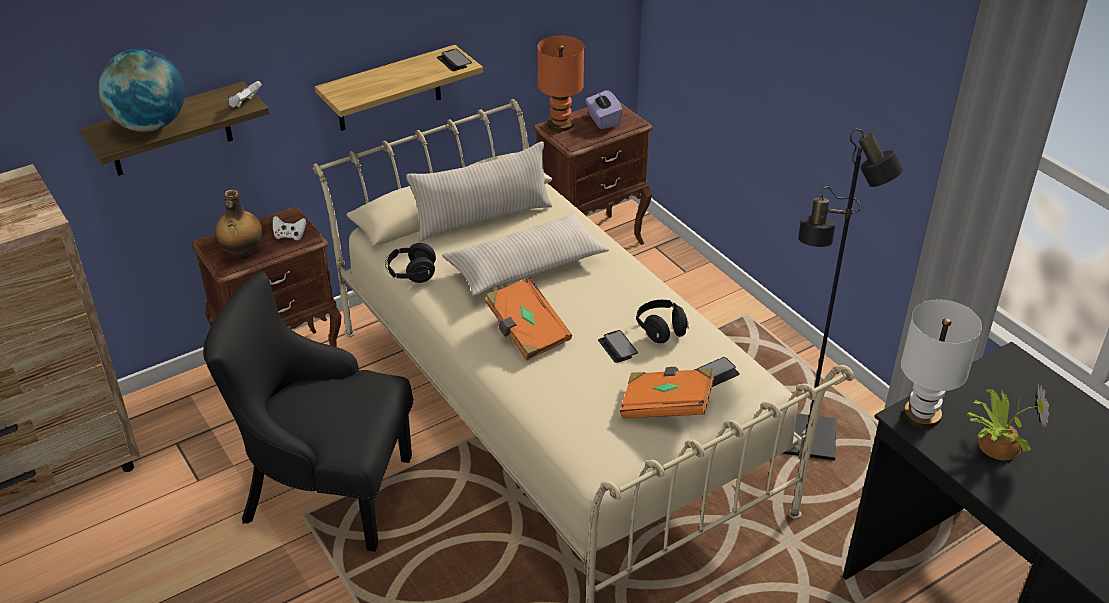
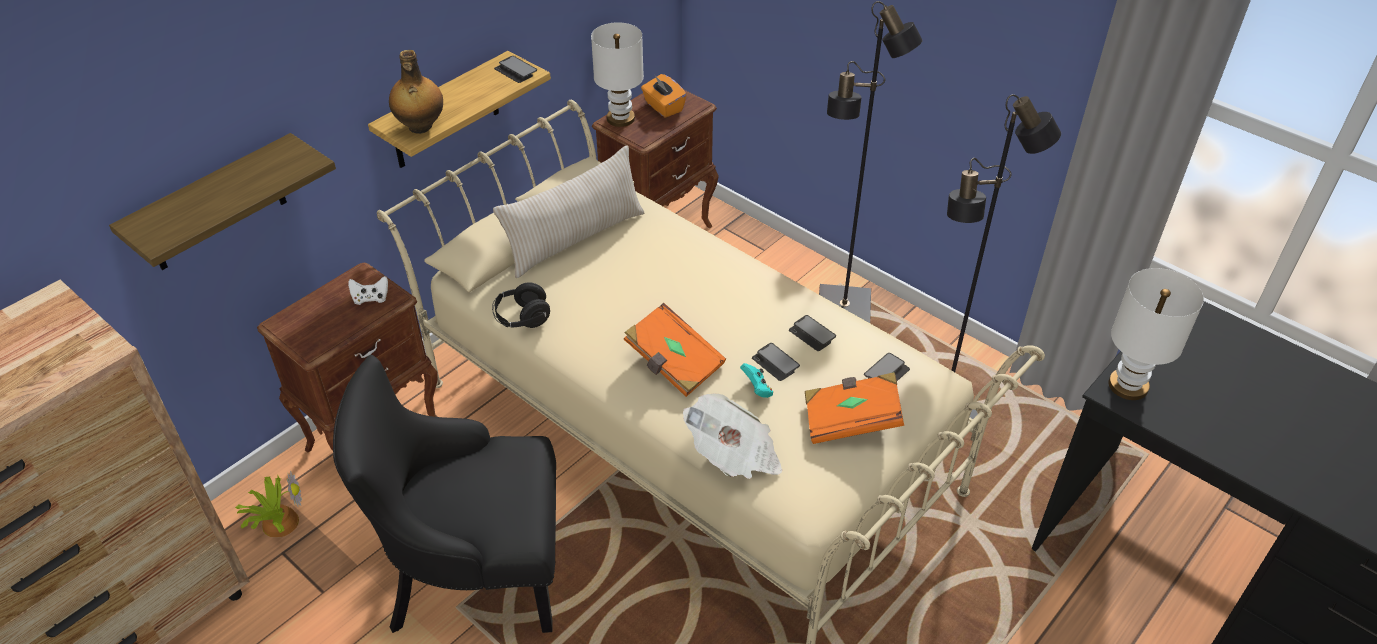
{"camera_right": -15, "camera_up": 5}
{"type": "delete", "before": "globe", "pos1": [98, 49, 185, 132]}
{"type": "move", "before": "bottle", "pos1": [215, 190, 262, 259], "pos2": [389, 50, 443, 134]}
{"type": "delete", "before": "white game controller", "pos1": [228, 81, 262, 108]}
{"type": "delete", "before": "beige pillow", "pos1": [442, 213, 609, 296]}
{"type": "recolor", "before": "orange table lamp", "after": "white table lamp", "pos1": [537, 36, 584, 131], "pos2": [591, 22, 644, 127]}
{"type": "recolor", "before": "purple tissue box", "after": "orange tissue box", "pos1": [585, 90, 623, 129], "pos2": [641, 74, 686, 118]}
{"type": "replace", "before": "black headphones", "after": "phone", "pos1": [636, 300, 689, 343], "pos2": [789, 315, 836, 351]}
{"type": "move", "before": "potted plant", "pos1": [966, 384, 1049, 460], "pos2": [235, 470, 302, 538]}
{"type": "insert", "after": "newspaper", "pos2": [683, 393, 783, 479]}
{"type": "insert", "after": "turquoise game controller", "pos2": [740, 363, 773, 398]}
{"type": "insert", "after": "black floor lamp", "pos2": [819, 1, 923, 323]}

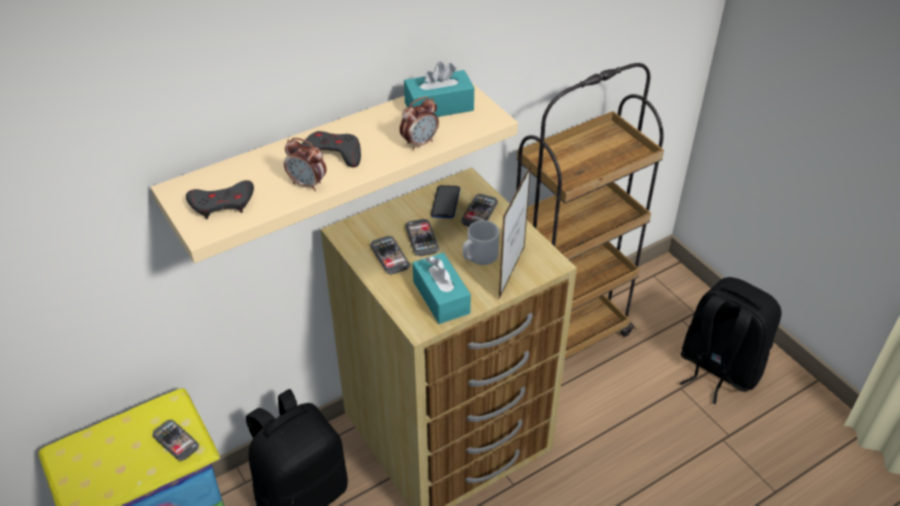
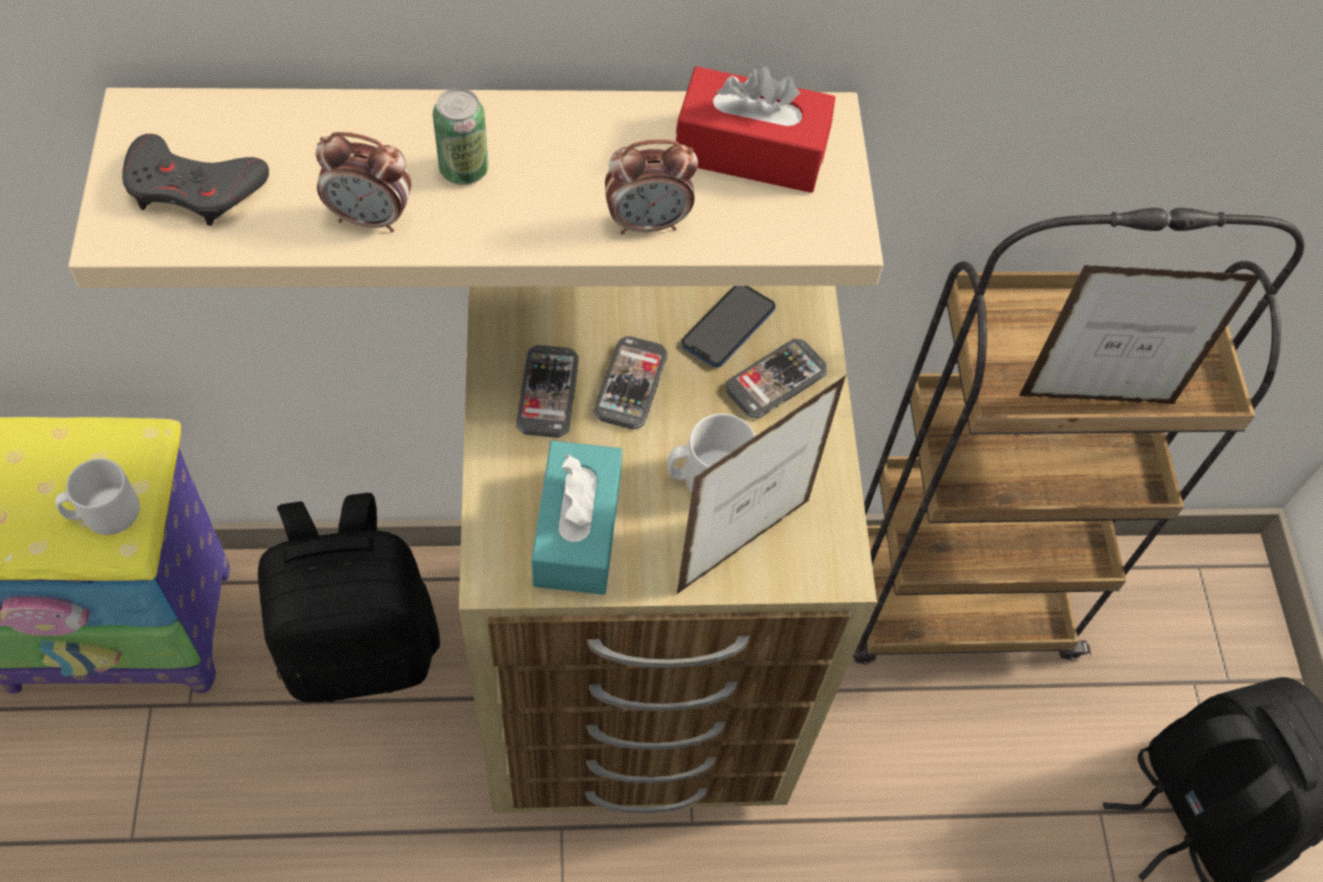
{"camera_right": 25, "camera_up": 15}
{"type": "replace", "before": "phone", "after": "grey mug", "pos1": [152, 420, 199, 461], "pos2": [55, 458, 140, 535]}
{"type": "rotate", "before": "alarm clock", "pos1": [284, 138, 327, 191], "pos2": [315, 132, 411, 232], "turn": -45}
{"type": "replace", "before": "grey game controller", "after": "can", "pos1": [301, 131, 361, 167], "pos2": [433, 88, 488, 185]}
{"type": "recolor", "before": "turquoise tissue box", "after": "red tissue box", "pos1": [404, 61, 474, 117], "pos2": [676, 65, 835, 193]}
{"type": "insert", "after": "picture frame", "pos2": [1019, 265, 1262, 404]}

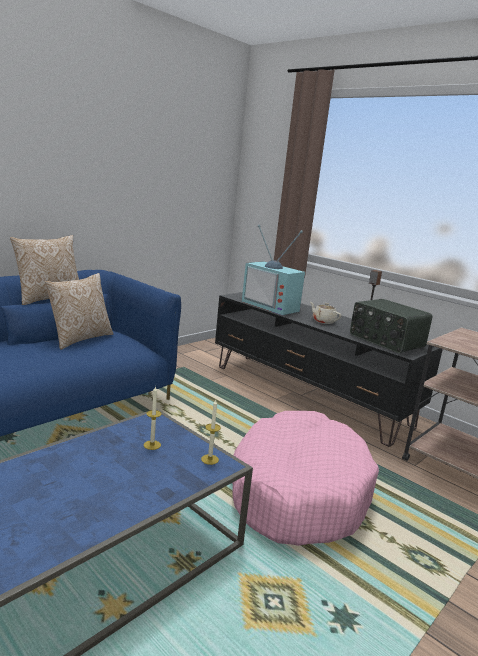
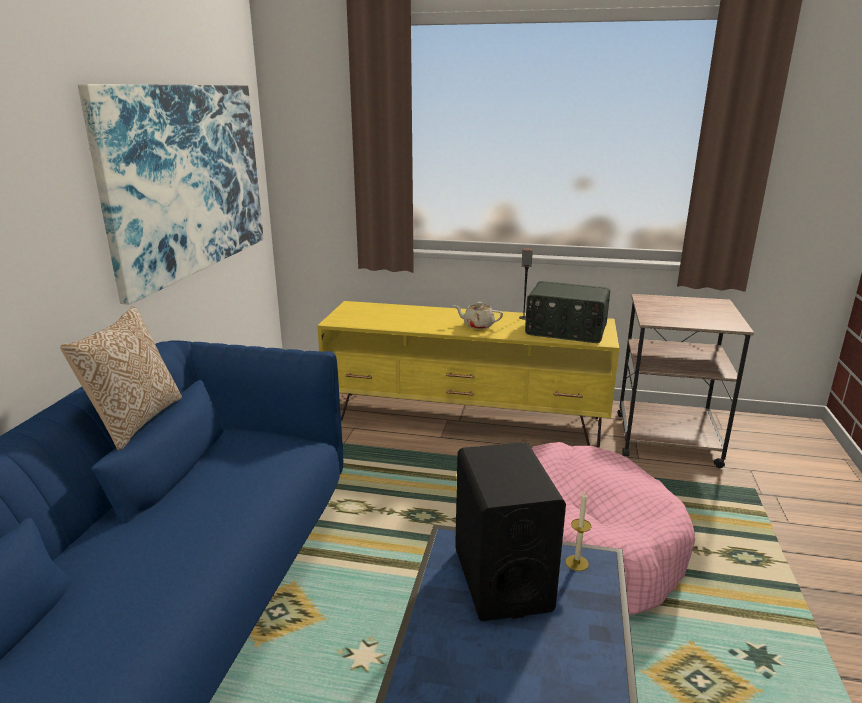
{"camera_right": -30, "camera_up": 5}
{"type": "delete", "before": "pillow", "pos1": [45, 273, 113, 350]}
{"type": "replace", "before": "candle", "after": "black speaker", "pos1": [144, 386, 162, 450], "pos2": [455, 442, 566, 621]}
{"type": "recolor", "before": "black tv stand", "after": "yellow tv stand", "pos1": [215, 292, 443, 447], "pos2": [317, 301, 619, 448]}
{"type": "delete", "before": "television", "pos1": [242, 225, 305, 315]}
{"type": "insert", "after": "picture", "pos2": [78, 84, 264, 305]}

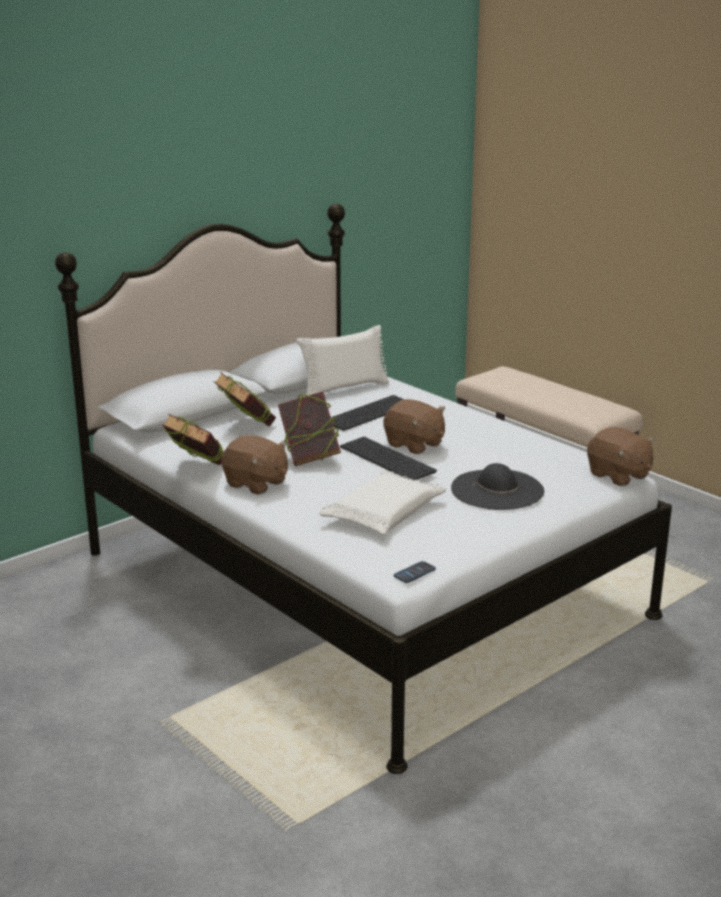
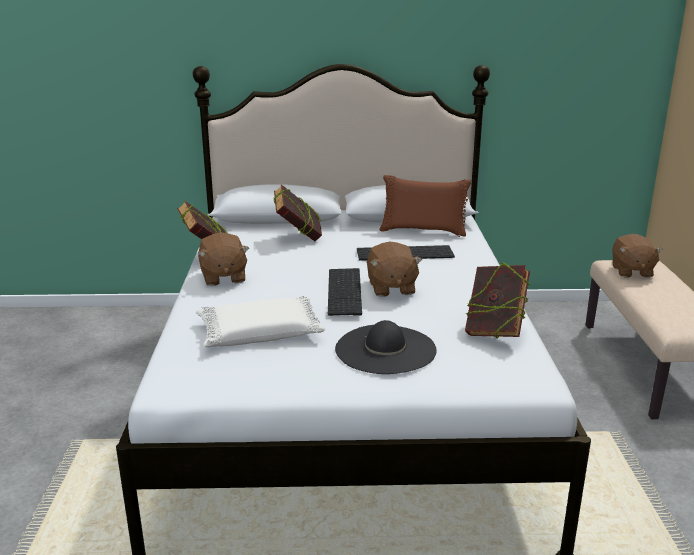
{"camera_right": 40, "camera_up": 0}
{"type": "move", "before": "book", "pos1": [278, 391, 341, 466], "pos2": [465, 262, 530, 338]}
{"type": "recolor", "before": "white pillow", "after": "brown pillow", "pos1": [296, 325, 389, 395], "pos2": [380, 175, 471, 237]}
{"type": "delete", "before": "phone", "pos1": [394, 561, 436, 583]}
{"type": "move", "before": "brown plush toy", "pos1": [587, 427, 655, 486], "pos2": [612, 234, 663, 278]}

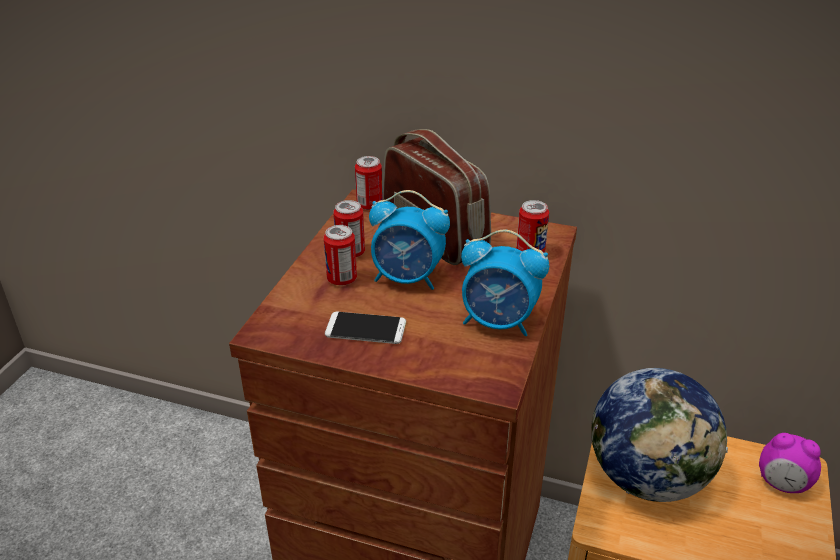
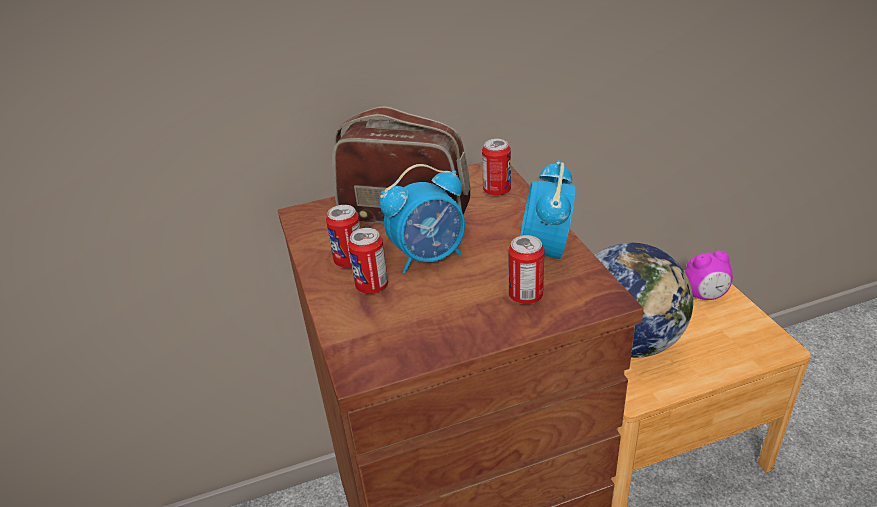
{"camera_right": -35, "camera_up": 0}
{"type": "delete", "before": "phone", "pos1": [325, 312, 406, 344]}
{"type": "move", "before": "can", "pos1": [355, 156, 383, 210], "pos2": [508, 235, 544, 304]}
{"type": "rotate", "before": "alarm clock", "pos1": [461, 230, 549, 336], "pos2": [520, 160, 575, 259], "turn": 120}

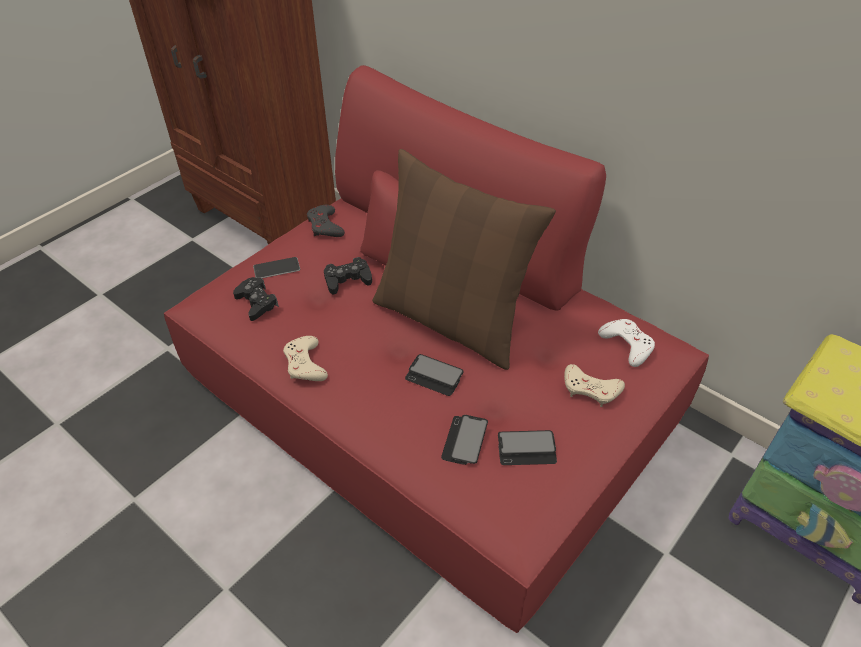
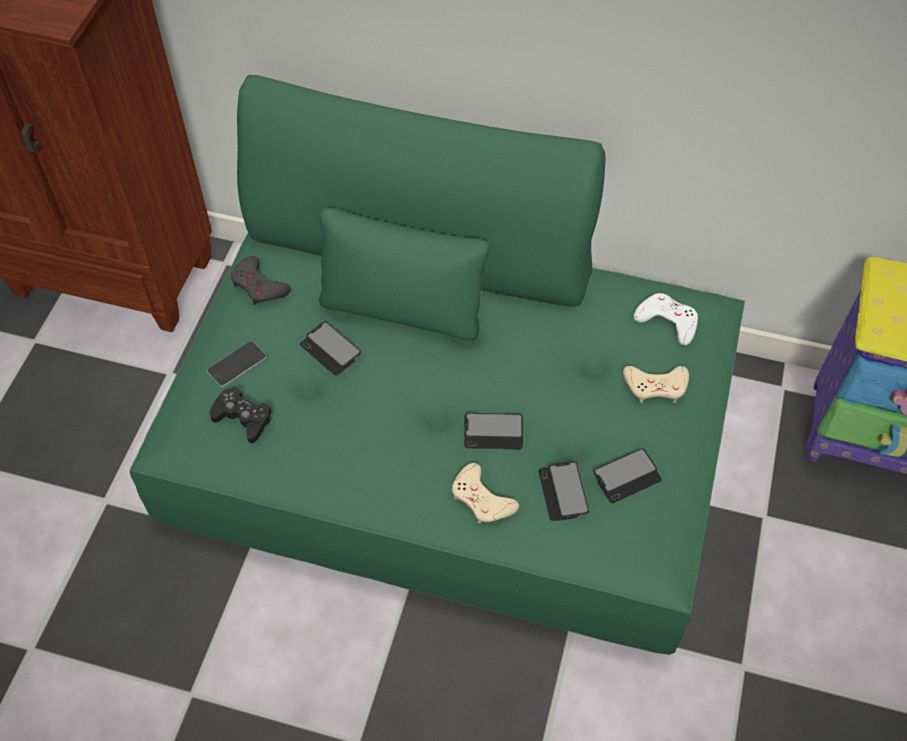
{"camera_right": -25, "camera_up": 10}
{"type": "recolor", "before": "red sofa", "after": "green sofa", "pos1": [164, 65, 709, 633], "pos2": [130, 75, 745, 655]}
{"type": "move", "before": "beige game controller", "pos1": [283, 336, 328, 381], "pos2": [452, 463, 519, 524]}
{"type": "replace", "before": "black game controller", "after": "phone", "pos1": [324, 257, 372, 294], "pos2": [300, 321, 361, 375]}
{"type": "delete", "before": "brown pillow", "pos1": [372, 149, 556, 370]}

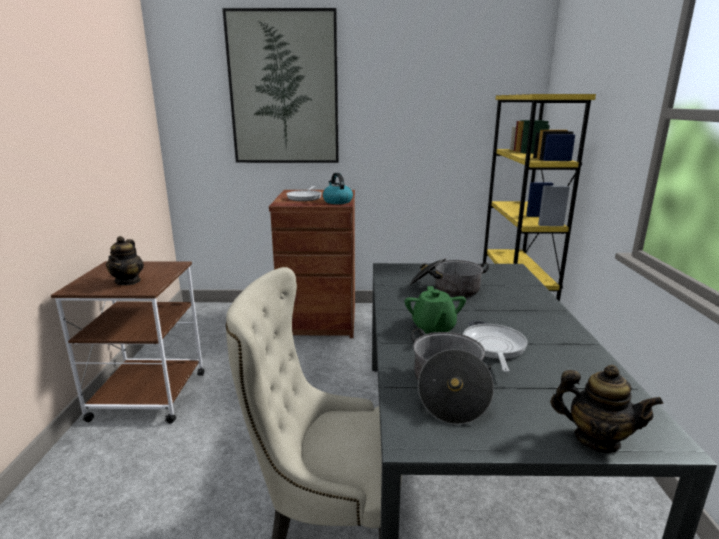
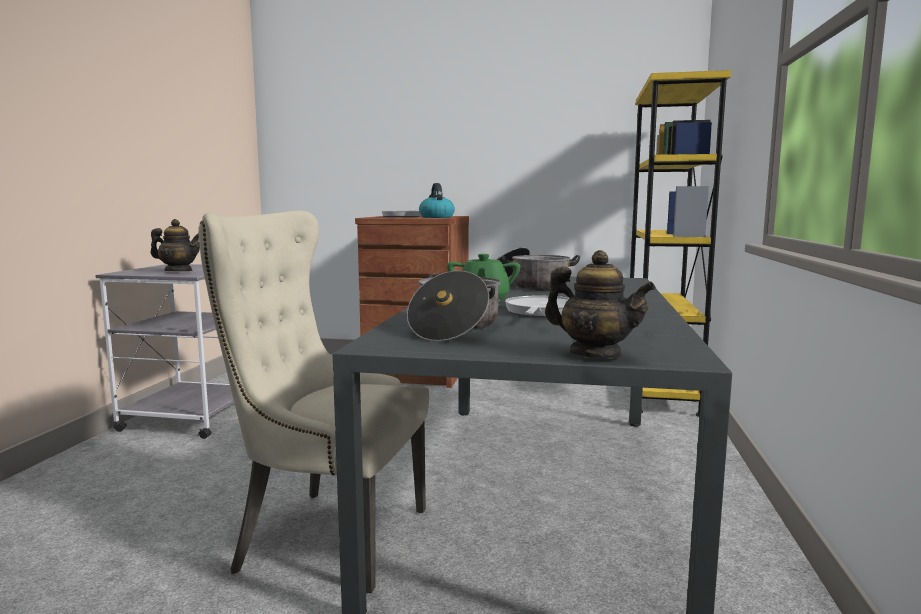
{"camera_right": 10, "camera_up": -10}
{"type": "recolor", "before": "brown cart", "after": "grey cart", "pos1": [51, 261, 204, 424], "pos2": [95, 264, 234, 439]}
{"type": "rotate", "before": "teapot", "pos1": [106, 236, 144, 285], "pos2": [150, 219, 200, 271], "turn": -90}
{"type": "delete", "before": "picture", "pos1": [222, 8, 339, 163]}

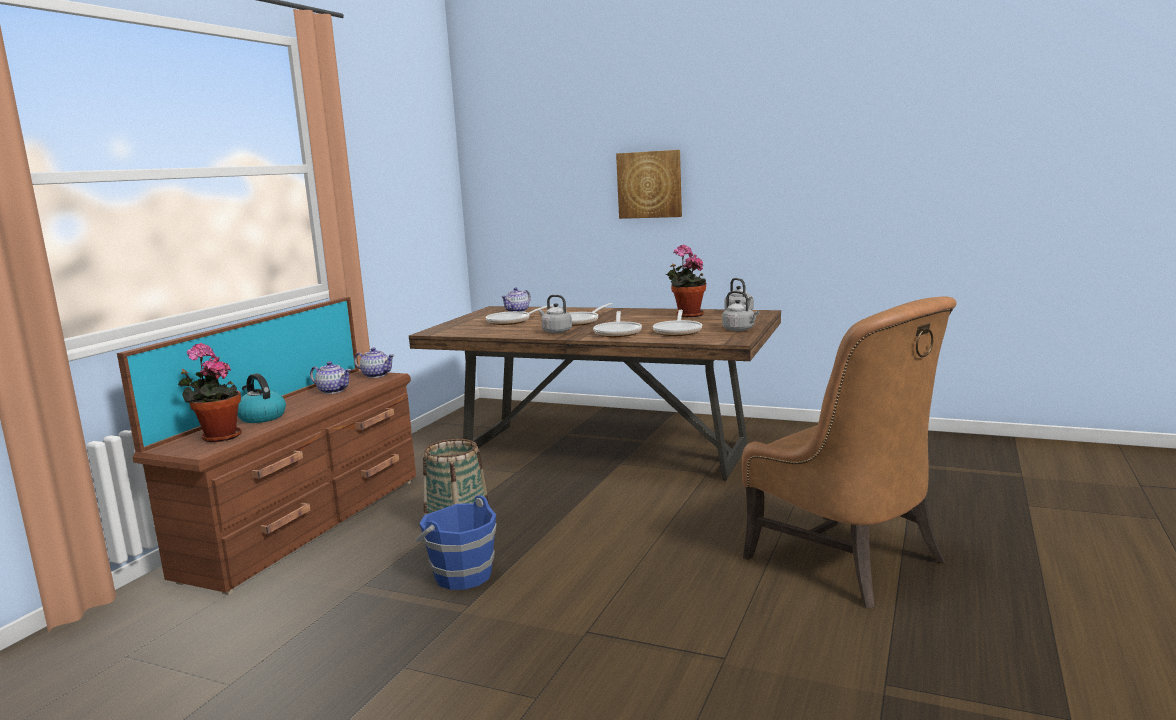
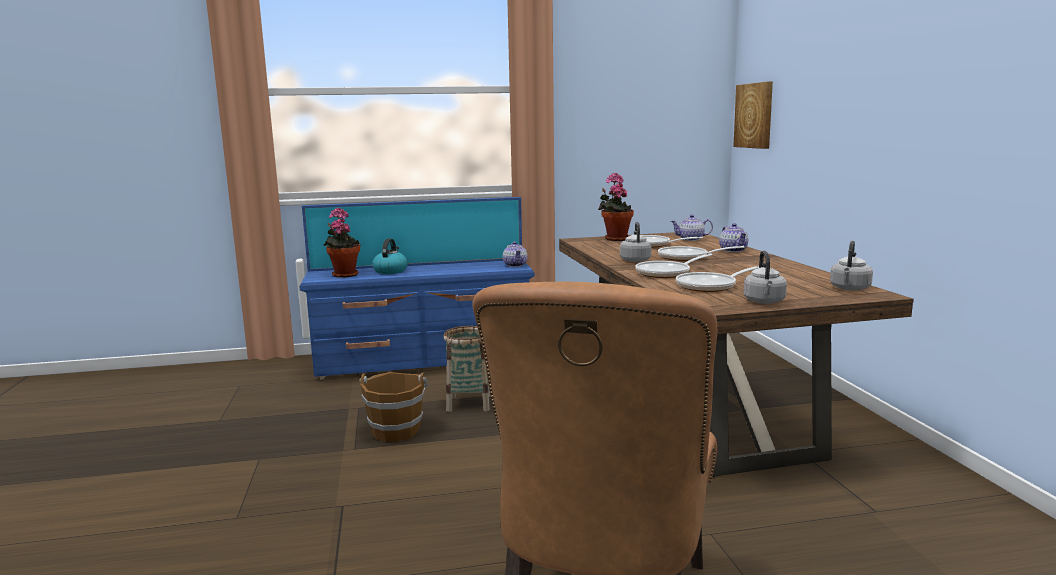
{"camera_right": 55, "camera_up": 0}
{"type": "recolor", "before": "brown dresser", "after": "blue dresser", "pos1": [117, 297, 416, 595], "pos2": [299, 197, 535, 380]}
{"type": "move", "before": "teapot", "pos1": [310, 361, 351, 394], "pos2": [719, 223, 748, 252]}
{"type": "recolor", "before": "blue bucket", "after": "brown bucket", "pos1": [416, 495, 497, 590], "pos2": [359, 372, 428, 442]}
{"type": "move", "before": "picture", "pos1": [616, 150, 682, 219], "pos2": [733, 81, 773, 149]}
{"type": "move", "before": "potted plant", "pos1": [666, 244, 706, 318], "pos2": [598, 173, 634, 241]}

